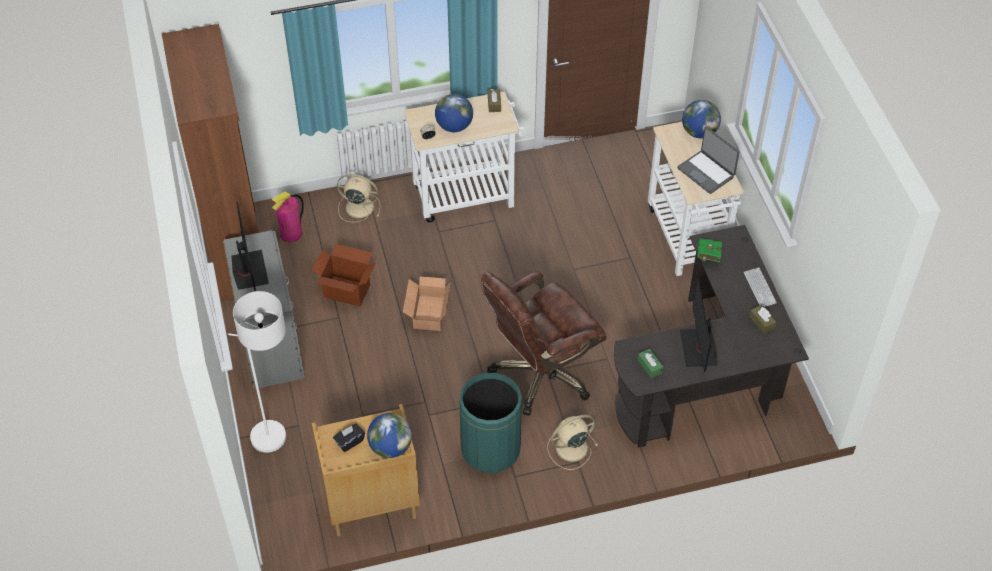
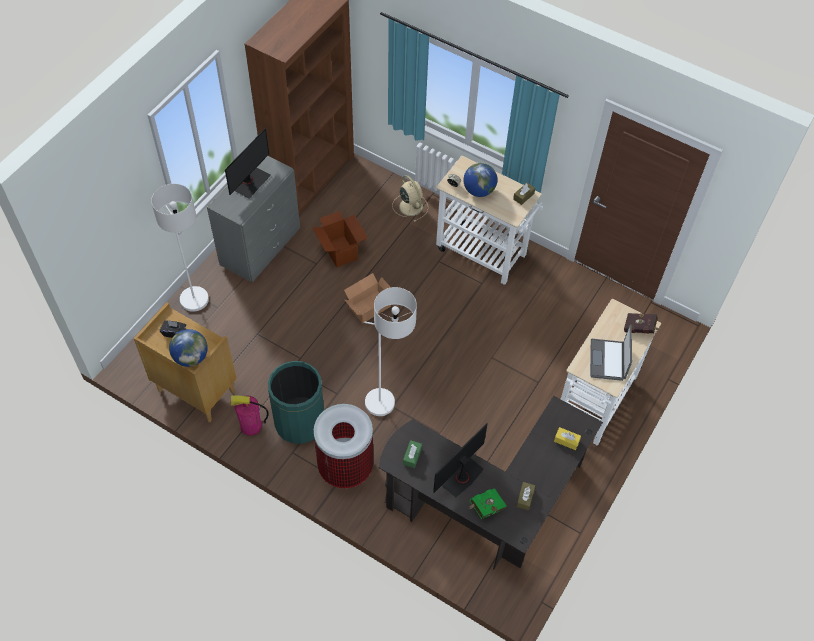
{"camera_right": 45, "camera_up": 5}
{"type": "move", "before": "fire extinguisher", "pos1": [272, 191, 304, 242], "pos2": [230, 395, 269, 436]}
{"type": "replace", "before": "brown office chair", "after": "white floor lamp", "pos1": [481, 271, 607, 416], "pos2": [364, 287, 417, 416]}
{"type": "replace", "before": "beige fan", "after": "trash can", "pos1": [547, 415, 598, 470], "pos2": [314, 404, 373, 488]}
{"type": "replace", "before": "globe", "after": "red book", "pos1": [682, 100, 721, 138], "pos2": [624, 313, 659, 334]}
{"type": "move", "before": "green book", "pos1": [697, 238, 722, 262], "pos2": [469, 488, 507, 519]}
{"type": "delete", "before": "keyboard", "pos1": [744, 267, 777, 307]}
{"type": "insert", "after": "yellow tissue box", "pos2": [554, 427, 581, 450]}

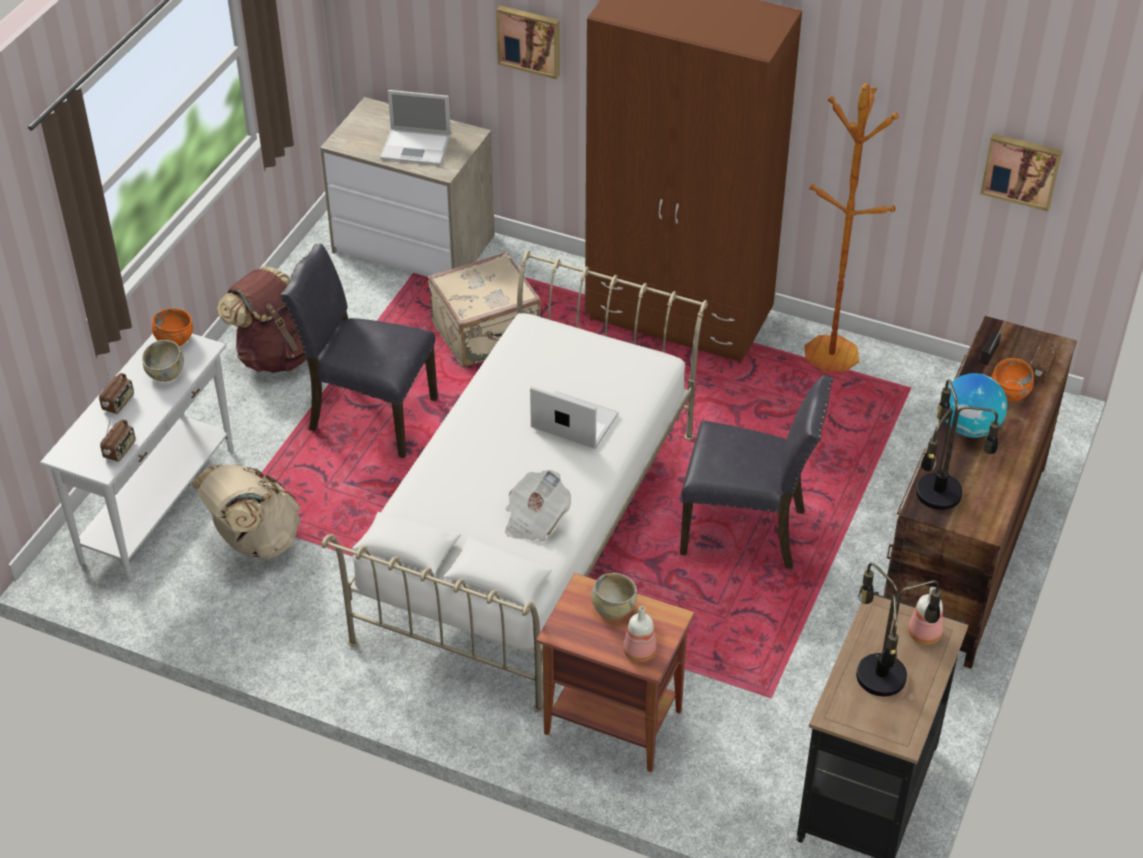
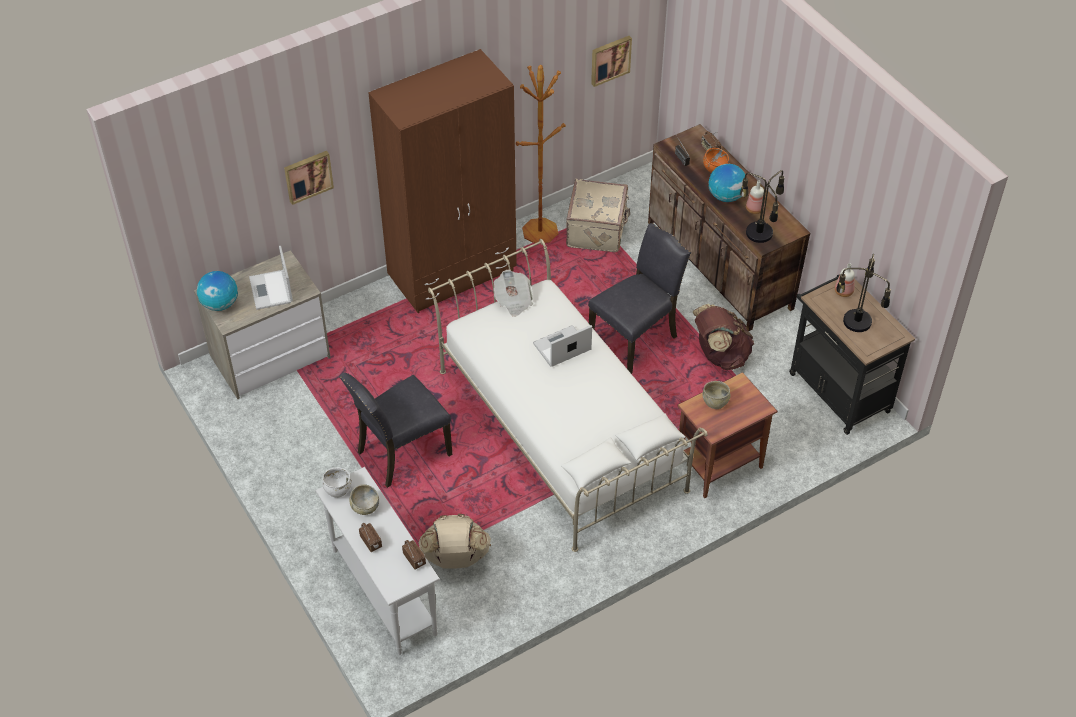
{"camera_right": -55, "camera_up": 5}
{"type": "recolor", "before": "orange bowl", "after": "white bowl", "pos1": [152, 308, 193, 346], "pos2": [322, 467, 352, 498]}
{"type": "move", "before": "brown backpack", "pos1": [217, 266, 307, 373], "pos2": [692, 304, 754, 370]}
{"type": "rotate", "before": "laptop", "pos1": [380, 90, 451, 165], "pos2": [249, 246, 293, 310], "turn": 120}
{"type": "move", "before": "beige suitcase", "pos1": [428, 251, 541, 368], "pos2": [566, 179, 630, 252]}
{"type": "move", "before": "newspaper", "pos1": [505, 470, 571, 542], "pos2": [494, 270, 533, 317]}
{"type": "move", "before": "bottle", "pos1": [623, 606, 657, 662], "pos2": [746, 181, 765, 214]}
{"type": "insert", "after": "globe", "pos2": [197, 271, 238, 311]}

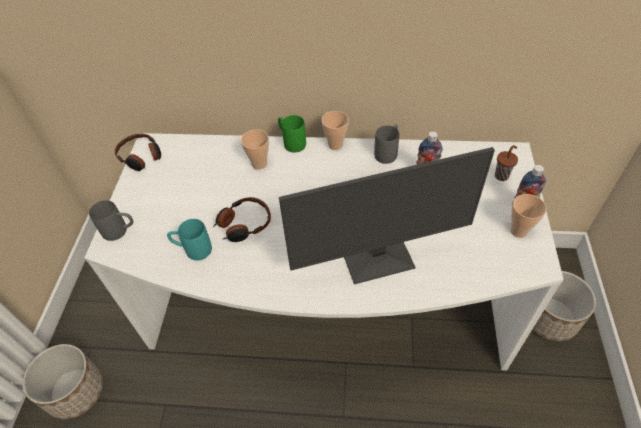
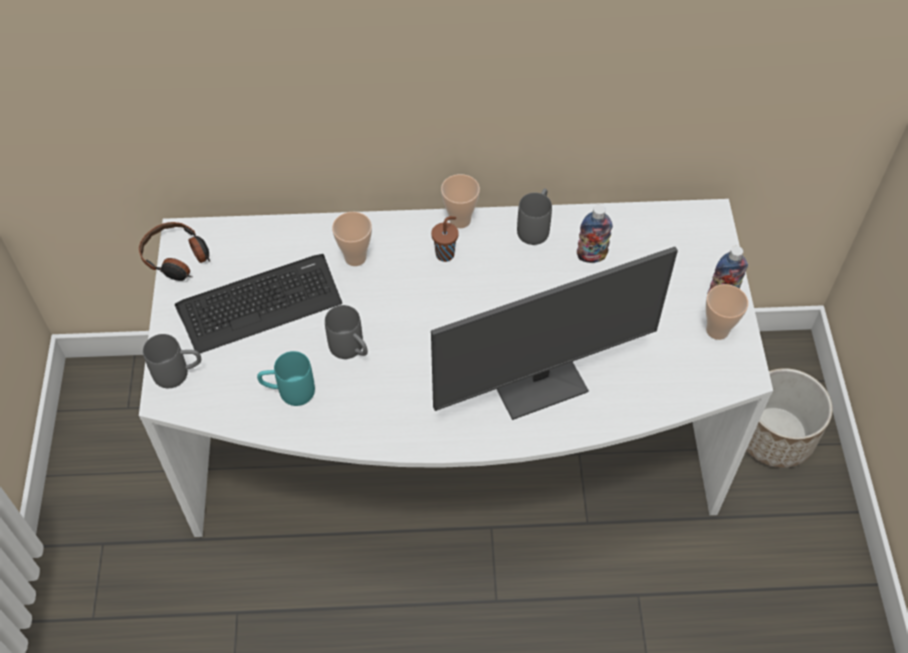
{"camera_right": -10, "camera_up": 5}
{"type": "delete", "before": "planter", "pos1": [22, 344, 103, 419]}
{"type": "replace", "before": "headphones", "after": "grey mug", "pos1": [213, 197, 271, 242], "pos2": [325, 305, 368, 359]}
{"type": "delete", "before": "green mug", "pos1": [278, 115, 306, 153]}
{"type": "move", "before": "brown cup", "pos1": [495, 145, 518, 181], "pos2": [431, 216, 459, 262]}
{"type": "insert", "after": "keyboard", "pos2": [175, 254, 342, 353]}

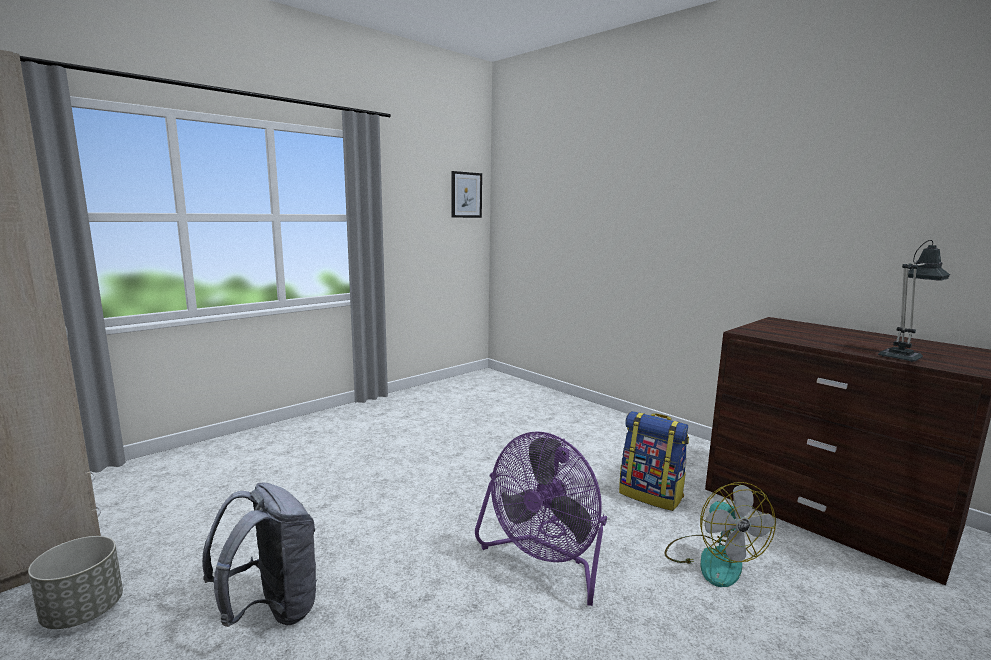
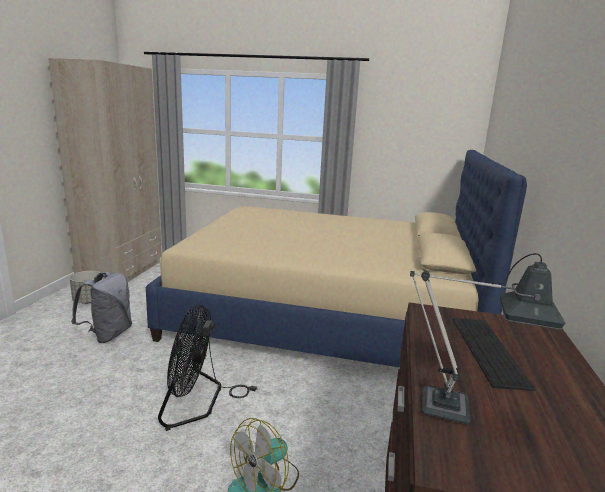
{"camera_right": 55, "camera_up": 5}
{"type": "delete", "before": "picture", "pos1": [451, 171, 482, 218]}
{"type": "recolor", "before": "purple fan", "after": "black fan", "pos1": [475, 432, 607, 606], "pos2": [158, 305, 257, 431]}
{"type": "delete", "before": "backpack", "pos1": [619, 411, 689, 511]}
{"type": "insert", "after": "beige bed", "pos2": [146, 150, 527, 368]}
{"type": "insert", "after": "keyboard", "pos2": [452, 318, 535, 391]}

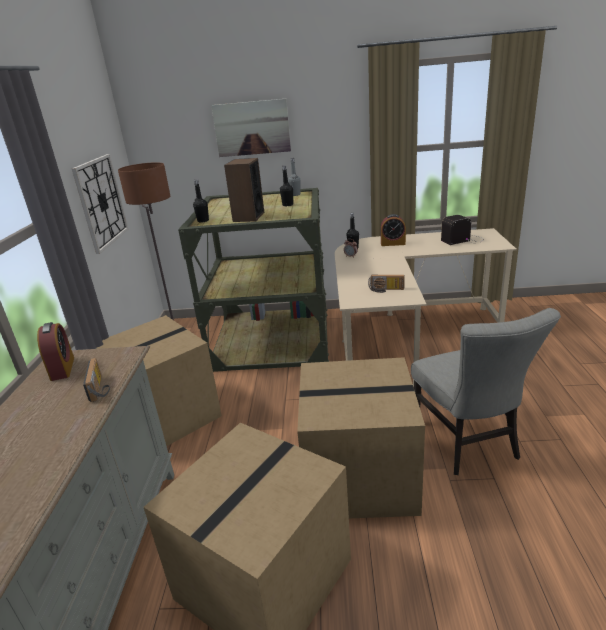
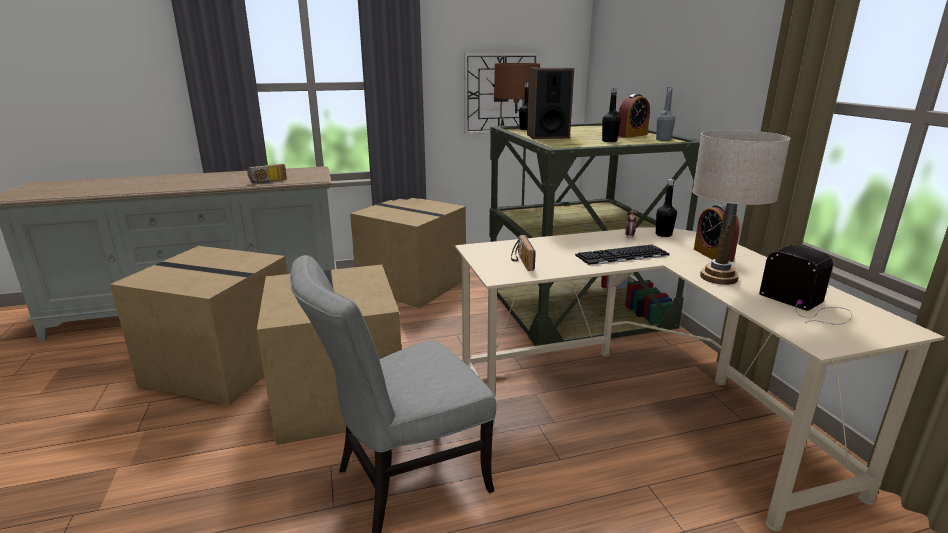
{"camera_right": 70, "camera_up": -5}
{"type": "move", "before": "alarm clock", "pos1": [37, 322, 74, 381], "pos2": [618, 94, 650, 138]}
{"type": "delete", "before": "picture", "pos1": [211, 99, 291, 157]}
{"type": "insert", "after": "keyboard", "pos2": [575, 244, 669, 266]}
{"type": "insert", "after": "beige table lamp", "pos2": [692, 130, 791, 285]}

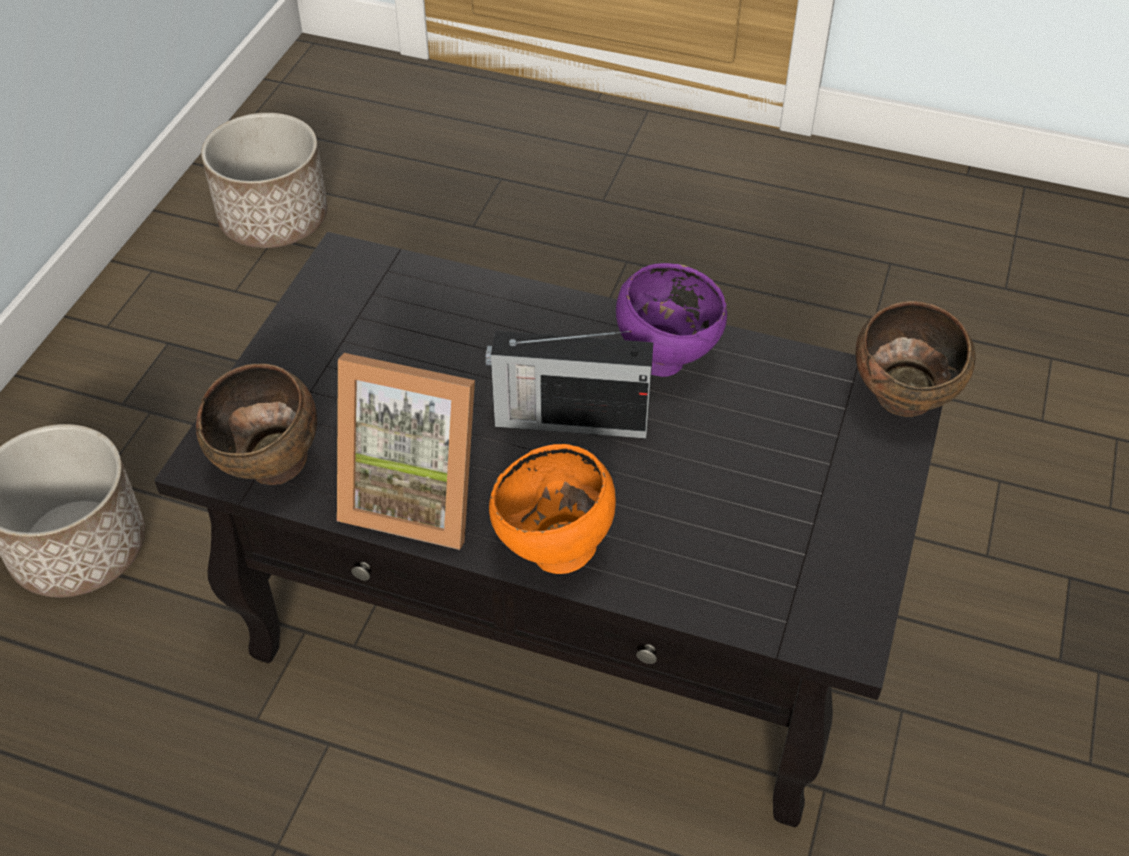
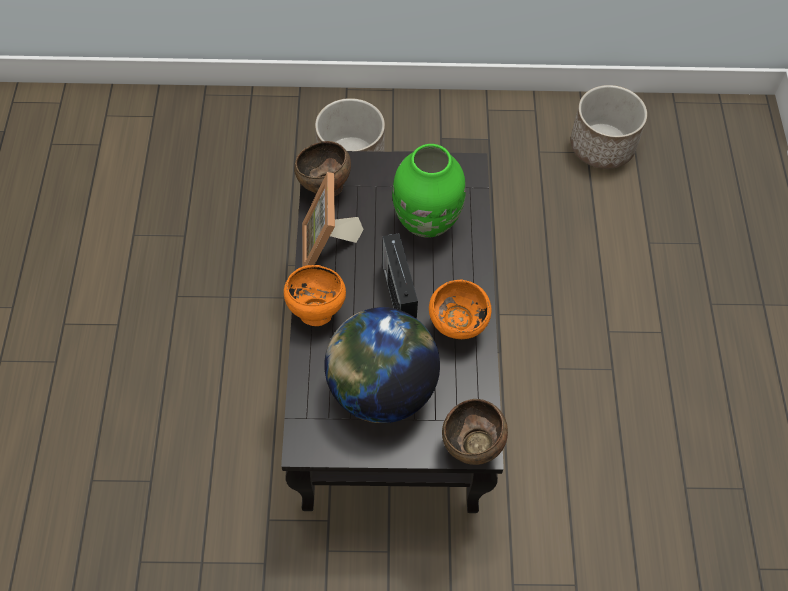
{"camera_right": 70, "camera_up": 10}
{"type": "recolor", "before": "purple bowl", "after": "orange bowl", "pos1": [616, 263, 727, 377], "pos2": [429, 279, 491, 339]}
{"type": "insert", "after": "globe", "pos2": [324, 307, 440, 423]}
{"type": "insert", "after": "green vase", "pos2": [392, 144, 466, 238]}

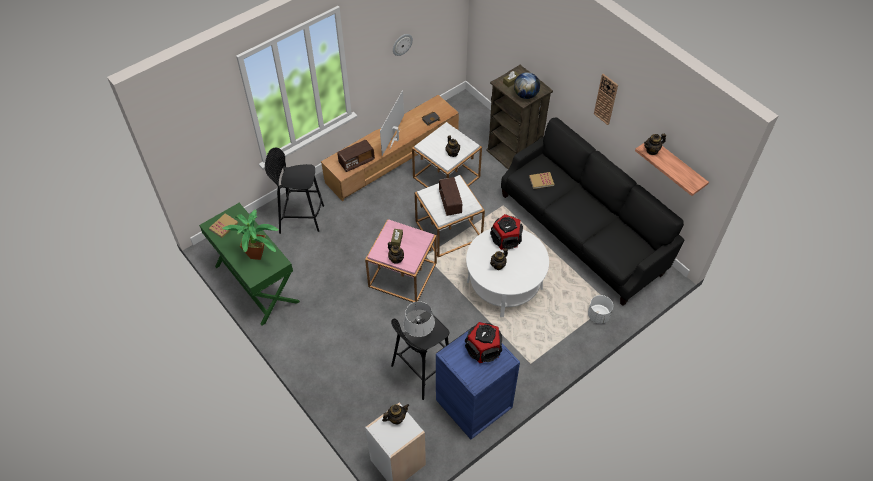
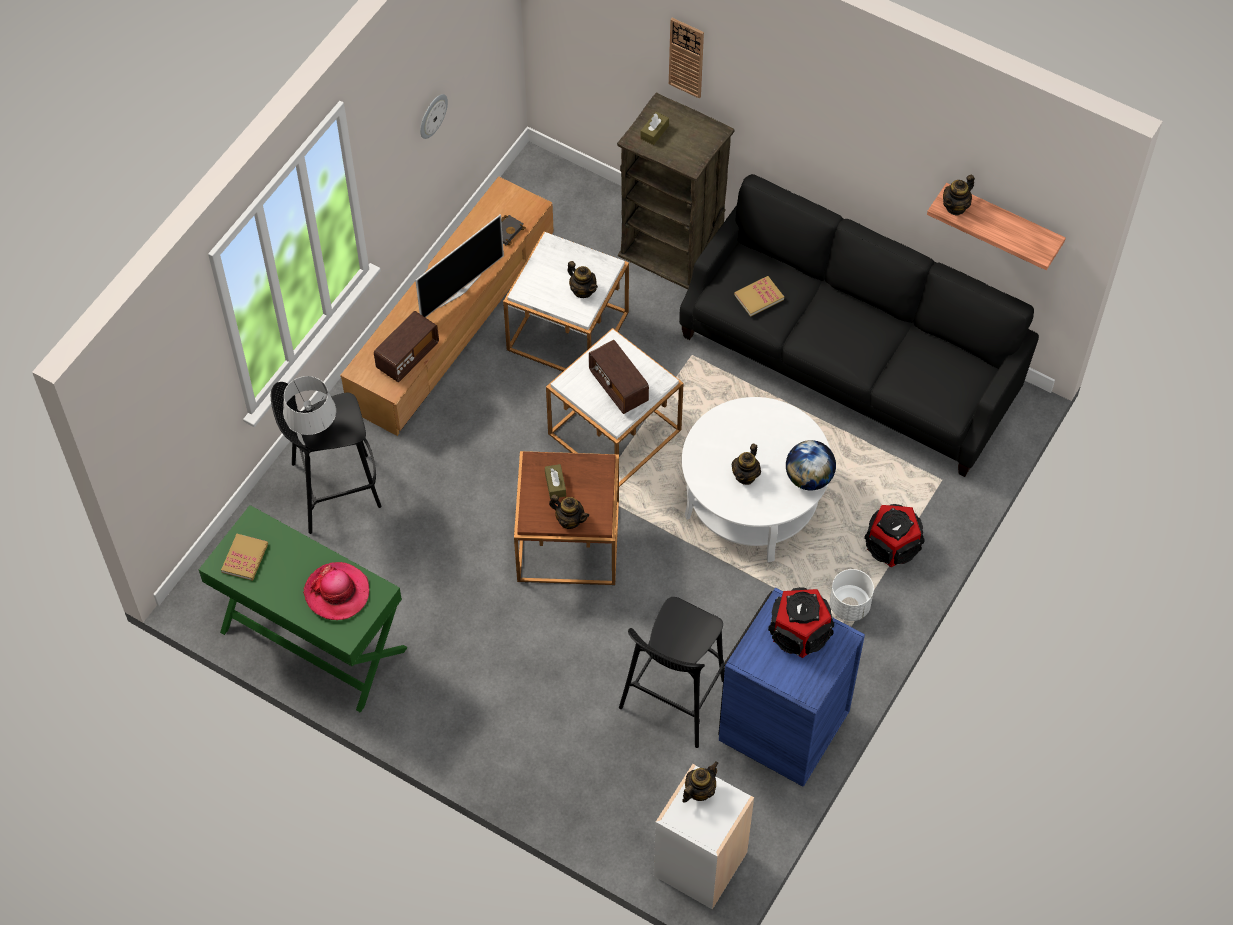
{"camera_right": -20, "camera_up": 5}
{"type": "replace", "before": "potted plant", "after": "hat", "pos1": [222, 210, 279, 260], "pos2": [303, 562, 369, 620]}
{"type": "recolor", "before": "pink side table", "after": "brown side table", "pos1": [365, 219, 437, 302], "pos2": [514, 451, 619, 585]}
{"type": "rotate", "before": "television", "pos1": [380, 90, 404, 156], "pos2": [415, 214, 504, 318], "turn": -135}
{"type": "move", "before": "grey table lamp", "pos1": [403, 301, 435, 337], "pos2": [283, 376, 336, 435]}
{"type": "move", "before": "speaker", "pos1": [490, 214, 523, 250], "pos2": [864, 504, 925, 567]}
{"type": "move", "before": "globe", "pos1": [514, 72, 540, 99], "pos2": [786, 440, 836, 490]}
{"type": "move", "before": "white planter", "pos1": [588, 295, 613, 324], "pos2": [830, 569, 874, 621]}
{"type": "move", "before": "wall clock", "pos1": [594, 74, 618, 125], "pos2": [669, 18, 704, 98]}

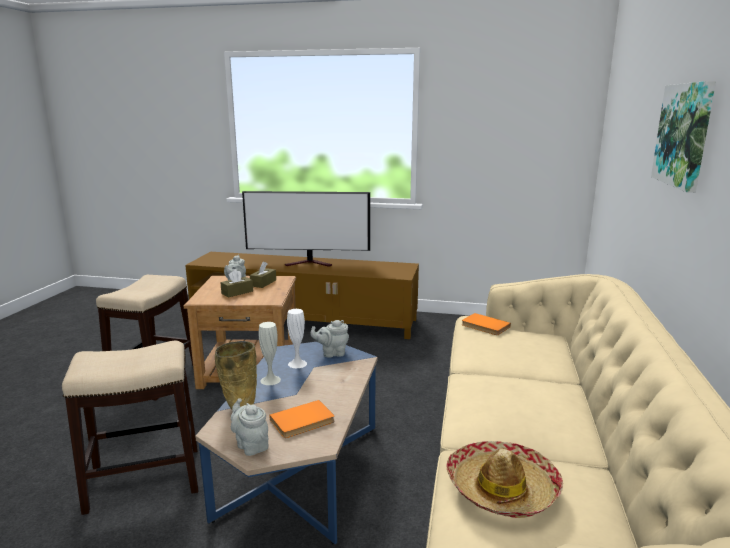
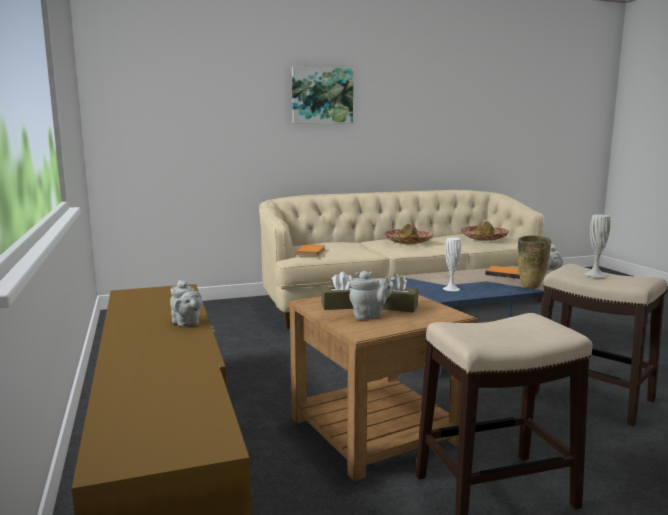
{"camera_right": -120, "camera_up": -5}
{"type": "delete", "before": "television", "pos1": [242, 191, 370, 267]}
{"type": "move", "before": "white vase", "pos1": [259, 322, 281, 385], "pos2": [585, 215, 611, 277]}
{"type": "move", "before": "grey teapot", "pos1": [310, 320, 349, 358], "pos2": [170, 280, 203, 327]}
{"type": "insert", "after": "hat", "pos2": [384, 223, 433, 244]}

